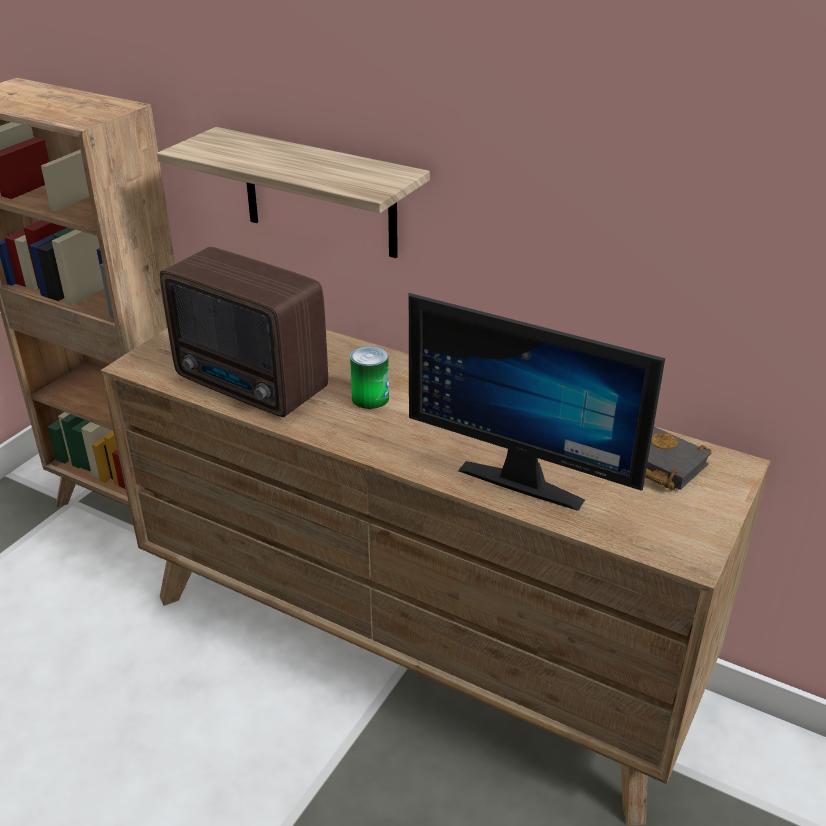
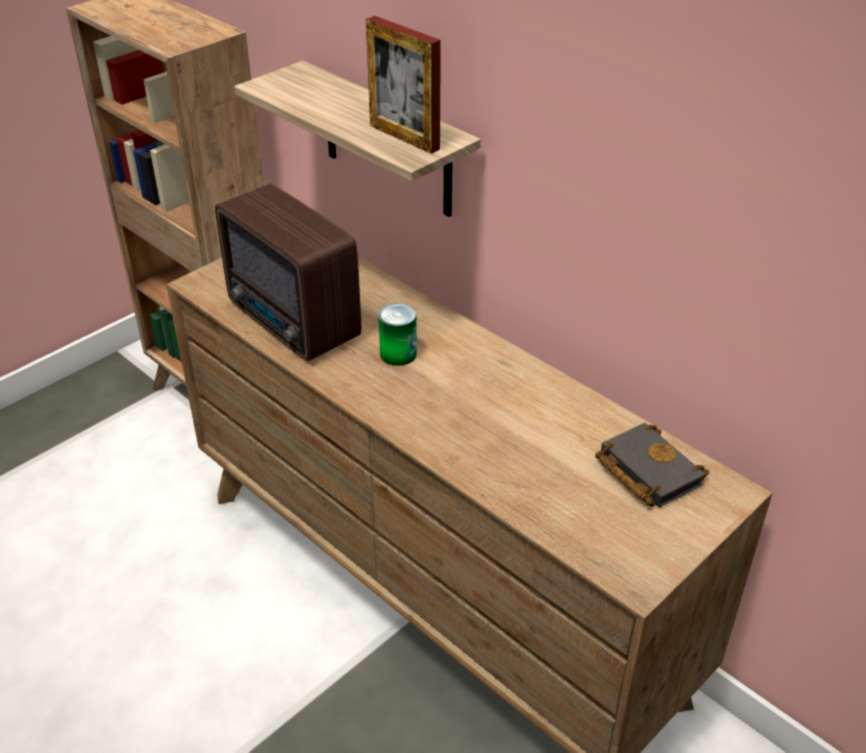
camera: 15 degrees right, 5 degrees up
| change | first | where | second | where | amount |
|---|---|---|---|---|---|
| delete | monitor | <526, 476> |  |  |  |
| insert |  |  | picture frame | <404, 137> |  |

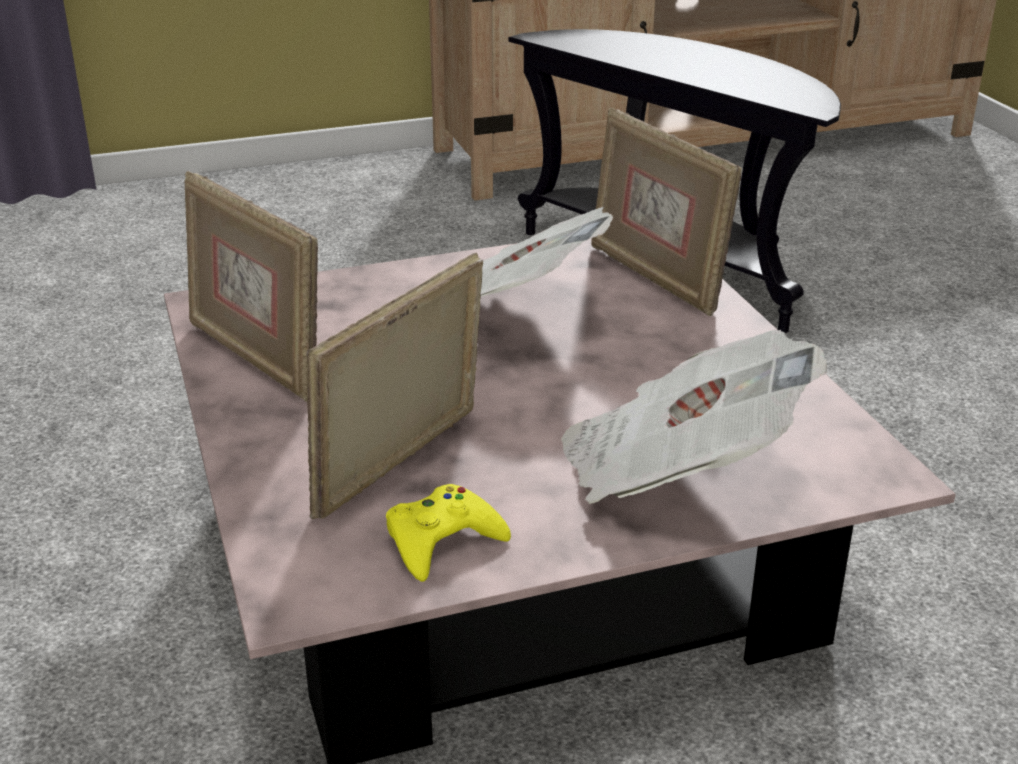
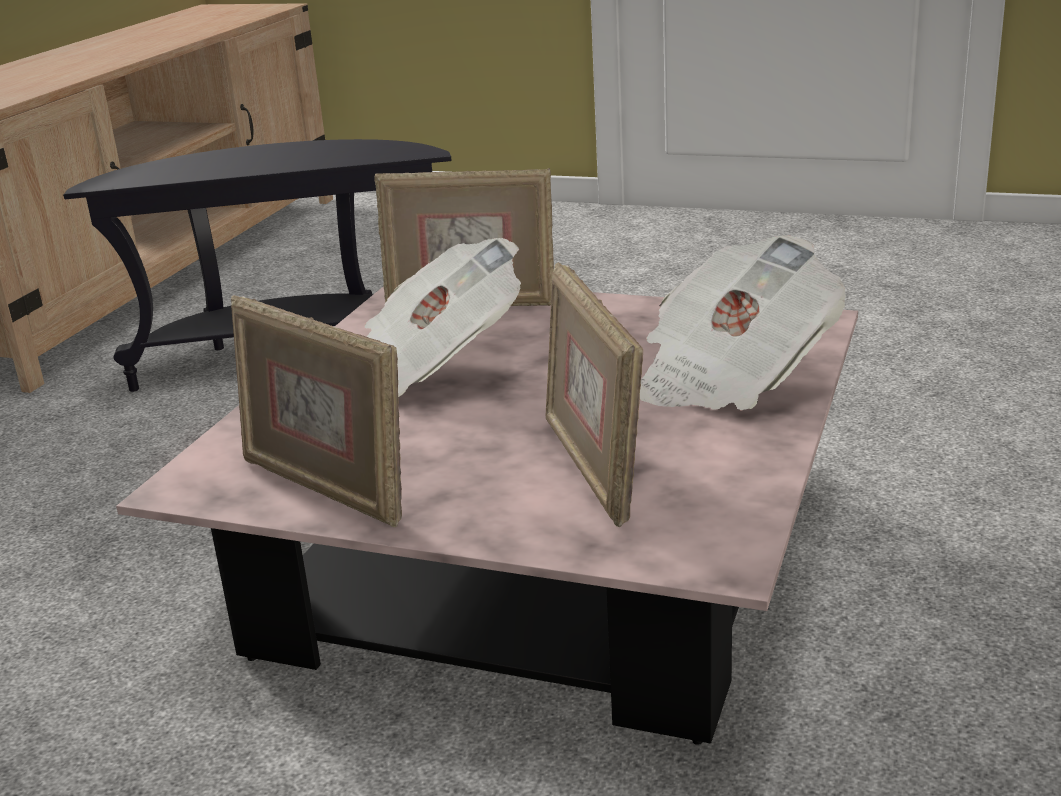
camera: 50 degrees left, 5 degrees down
| change | first | where | second | where | amount |
|---|---|---|---|---|---|
| delete | yellow game controller | <442, 541> |  |  |  |
| rotate | picture frame | <256, 358> |  | <325, 488> | 45 degrees clockwise |

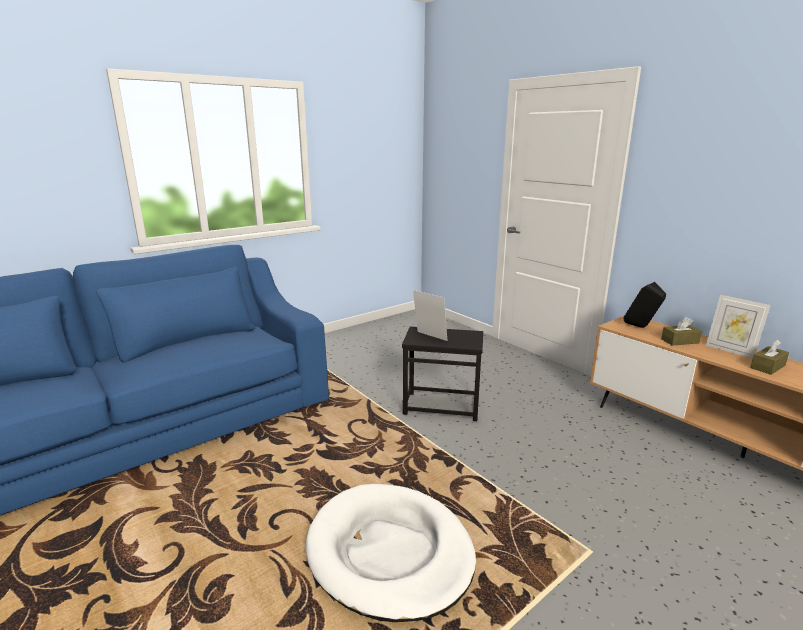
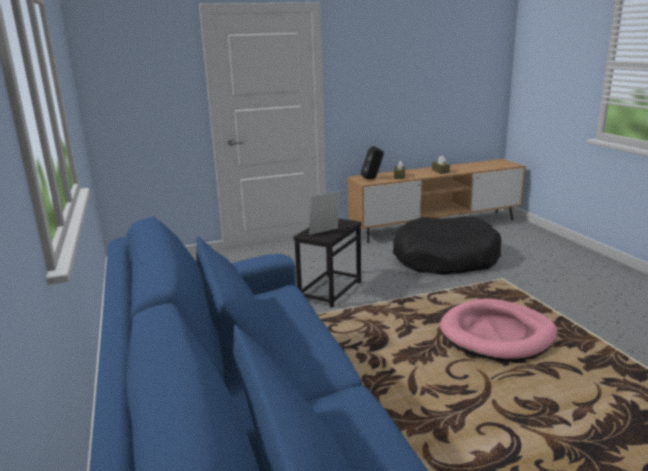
camera: 70 degrees left, 0 degrees up
| change | first | where | second | where | amount |
|---|---|---|---|---|---|
| delete | picture frame | <730, 350> |  |  |  |
| insert |  |  | black dog bed | <445, 259> |  |
| recolor | white dog bed | <389, 553> | pink dog bed | <497, 334> |  |

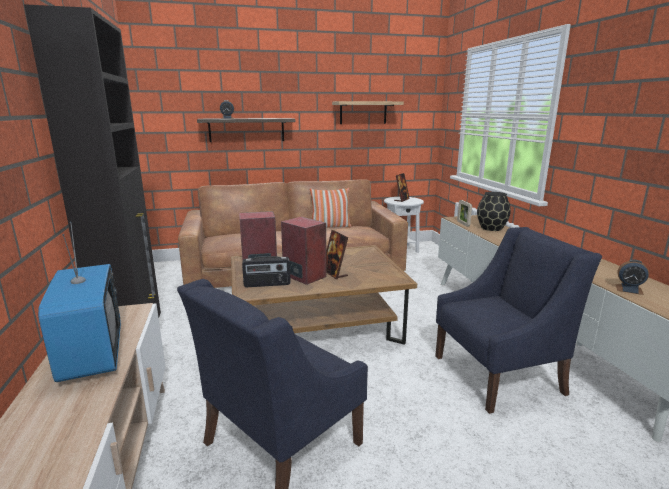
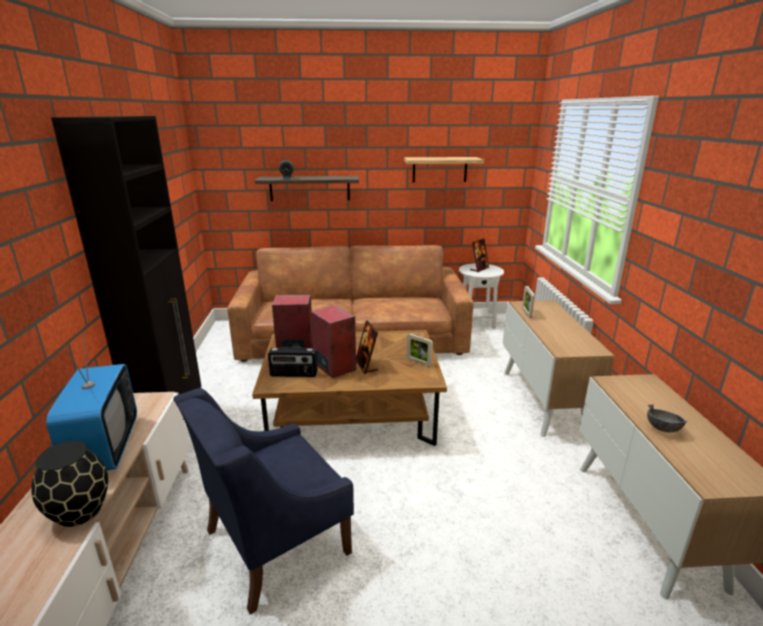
camera: 10 degrees right, 5 degrees up
| change | first | where | second | where | amount |
|---|---|---|---|---|---|
| delete | pillow | <330, 227> |  |  |  |
| delete | blue armchair | <499, 374> |  |  |  |
| insert |  |  | picture frame | <418, 362> |  |
| move | black vase | <491, 228> |  | <79, 511> |  |
| replace | alarm clock | <629, 289> | grey bowl | <662, 428> |  |

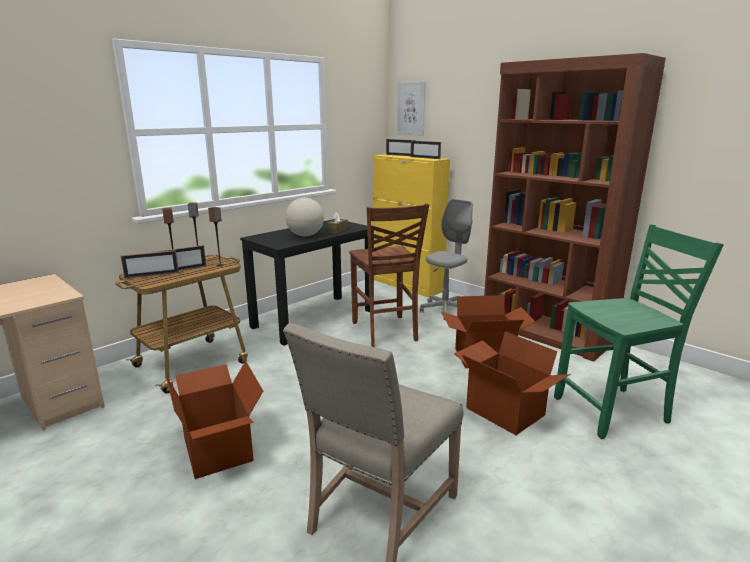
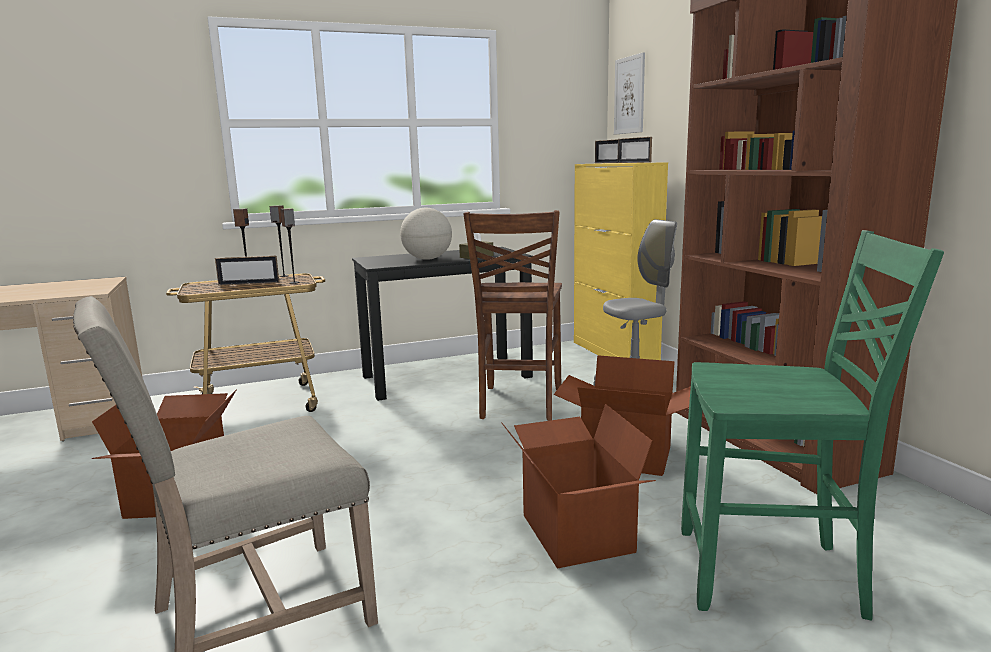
camera: 25 degrees right, 5 degrees down
| change | first | where | second | where | amount |
|---|---|---|---|---|---|
| delete | picture frame | <152, 275> |  |  |  |

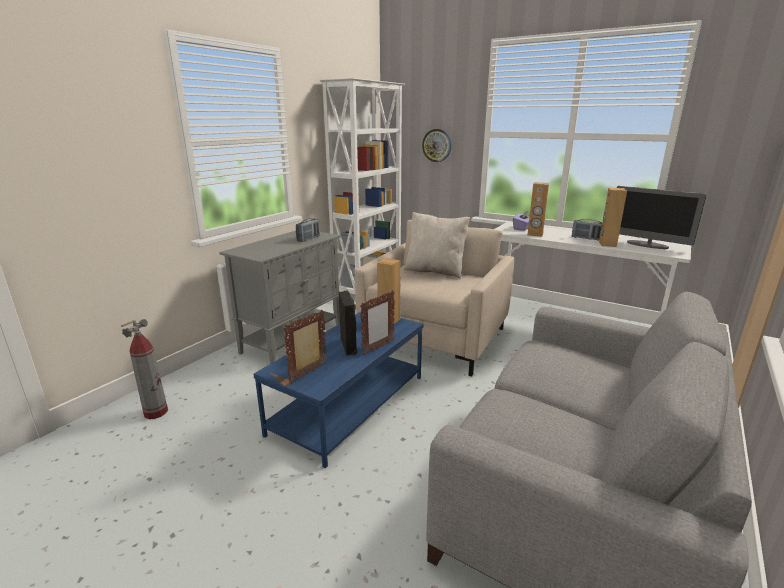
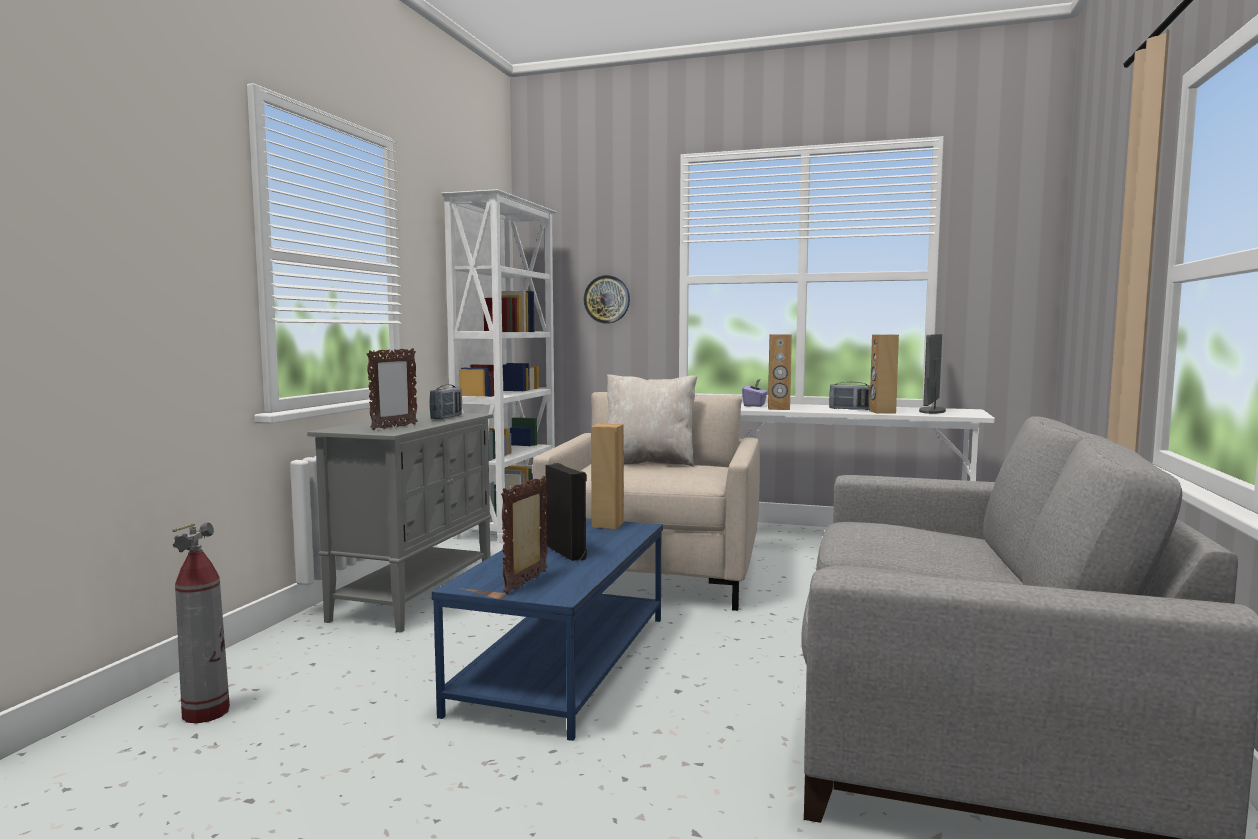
camera: 15 degrees left, 15 degrees down
| change | first | where | second | where | amount |
|---|---|---|---|---|---|
| move | picture frame | <378, 348> |  | <394, 427> |  |
| rotate | monitor | <647, 245> |  | <932, 411> | 90 degrees clockwise |

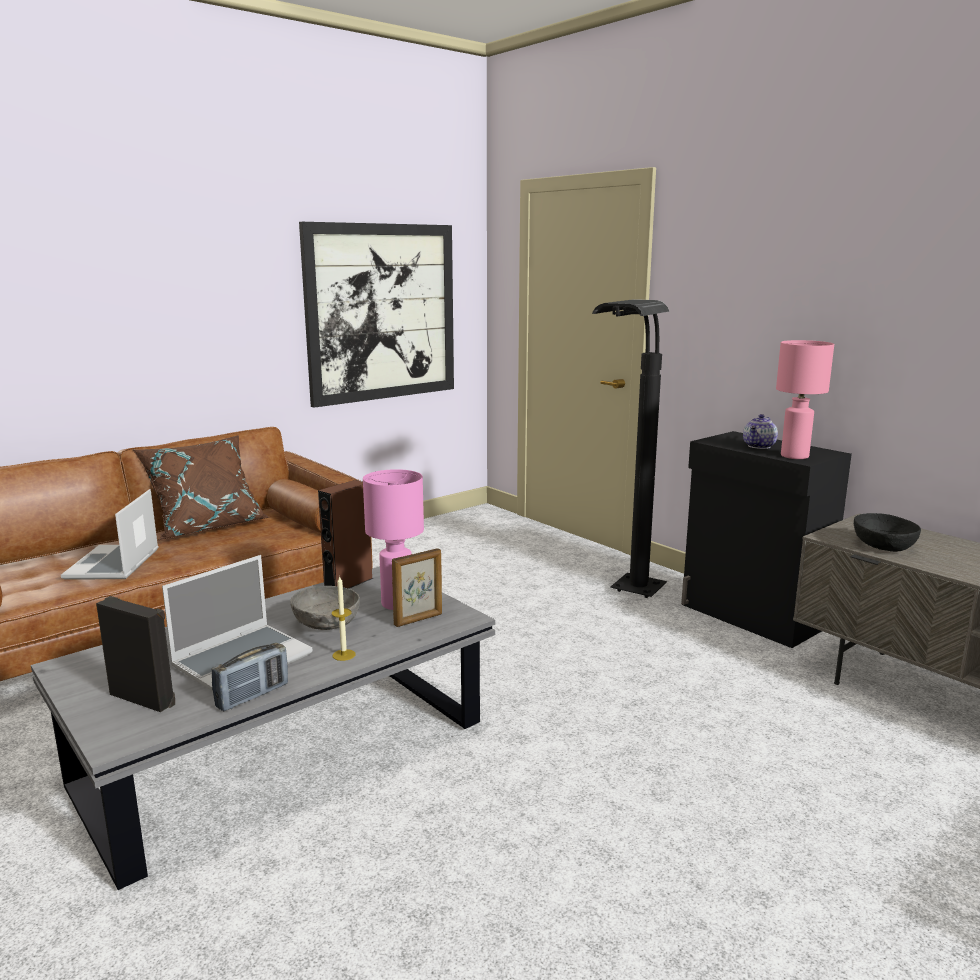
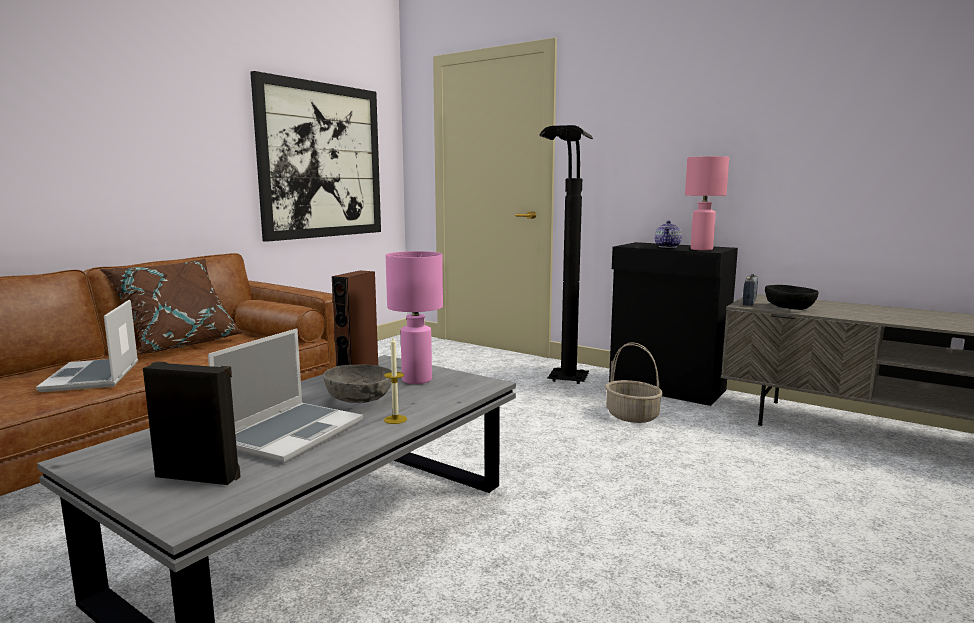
camera: 15 degrees left, 5 degrees down
| change | first | where | second | where | amount |
|---|---|---|---|---|---|
| delete | picture frame | <419, 620> |  |  |  |
| insert |  |  | basket | <633, 416> |  |
| move | radio | <252, 696> |  | <749, 303> |  |

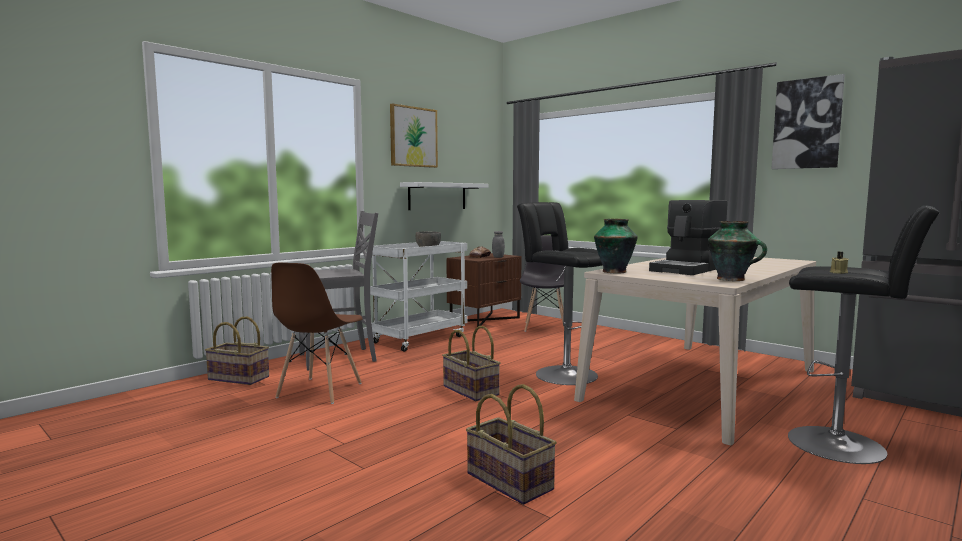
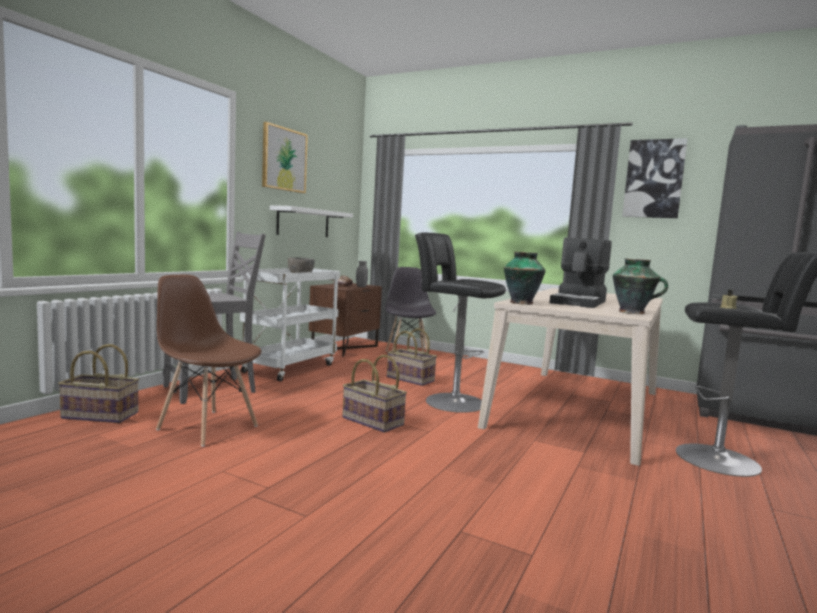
camera: 15 degrees left, 0 degrees up
| change | first | where | second | where | amount |
|---|---|---|---|---|---|
| move | basket | <511, 481> |  | <411, 379> |  |
| rotate | brown chair | <319, 391> |  | <207, 427> | 120 degrees clockwise |

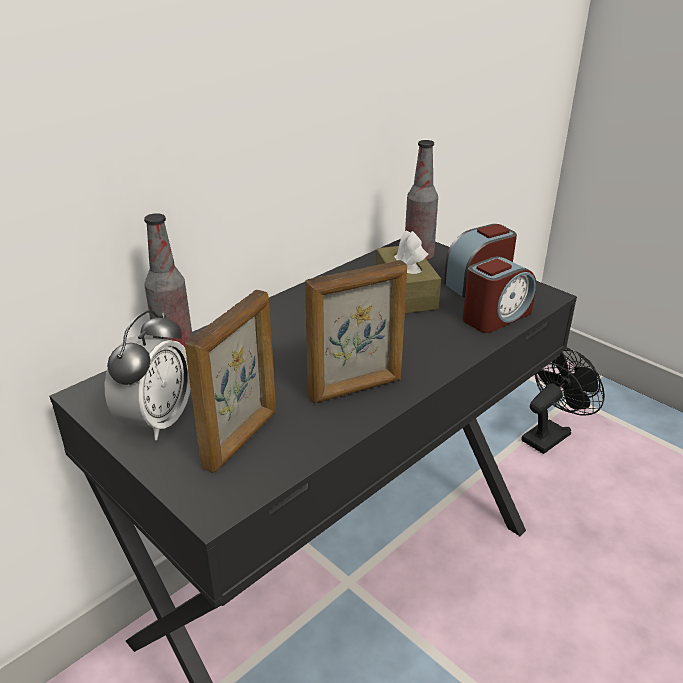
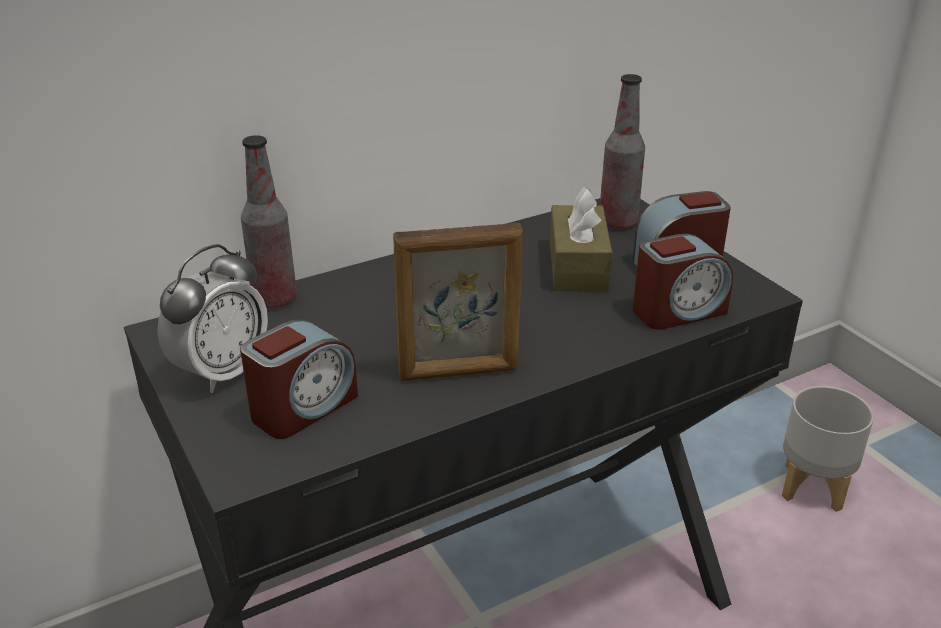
camera: 15 degrees right, 0 degrees up
| change | first | where | second | where | amount |
|---|---|---|---|---|---|
| replace | picture frame | <242, 439> | alarm clock | <303, 407> |  |
| replace | black fan | <550, 434> | grey planter | <811, 487> |  |

